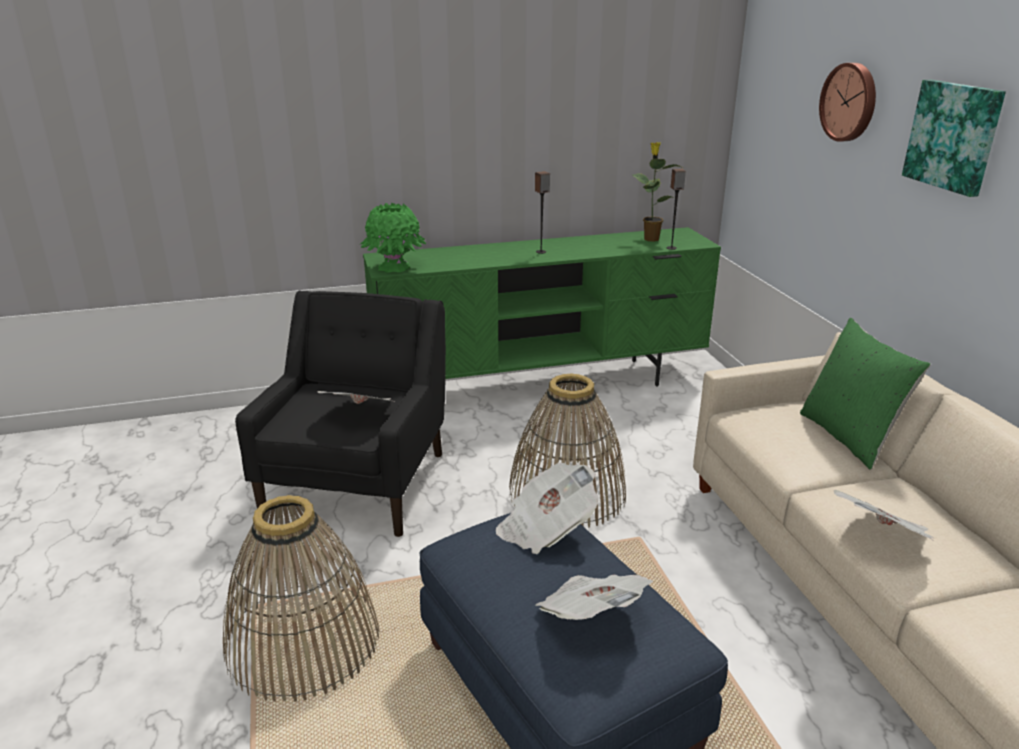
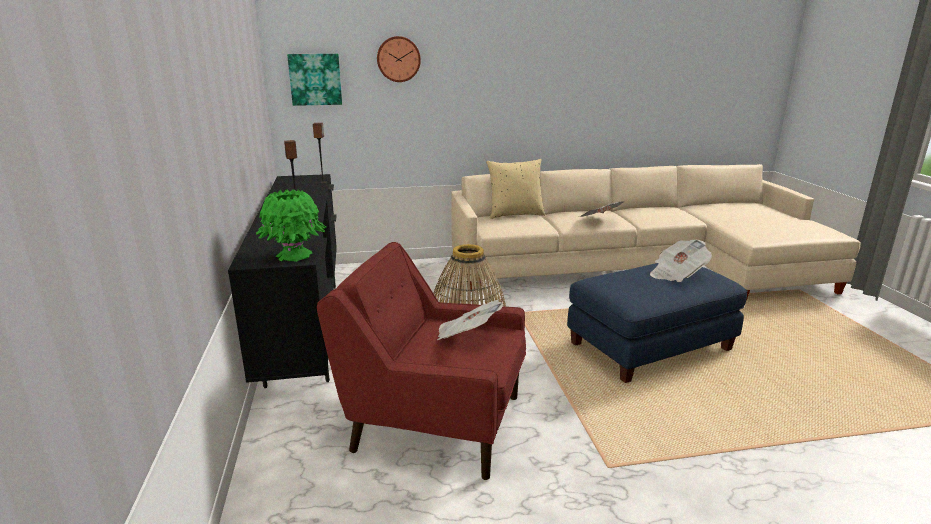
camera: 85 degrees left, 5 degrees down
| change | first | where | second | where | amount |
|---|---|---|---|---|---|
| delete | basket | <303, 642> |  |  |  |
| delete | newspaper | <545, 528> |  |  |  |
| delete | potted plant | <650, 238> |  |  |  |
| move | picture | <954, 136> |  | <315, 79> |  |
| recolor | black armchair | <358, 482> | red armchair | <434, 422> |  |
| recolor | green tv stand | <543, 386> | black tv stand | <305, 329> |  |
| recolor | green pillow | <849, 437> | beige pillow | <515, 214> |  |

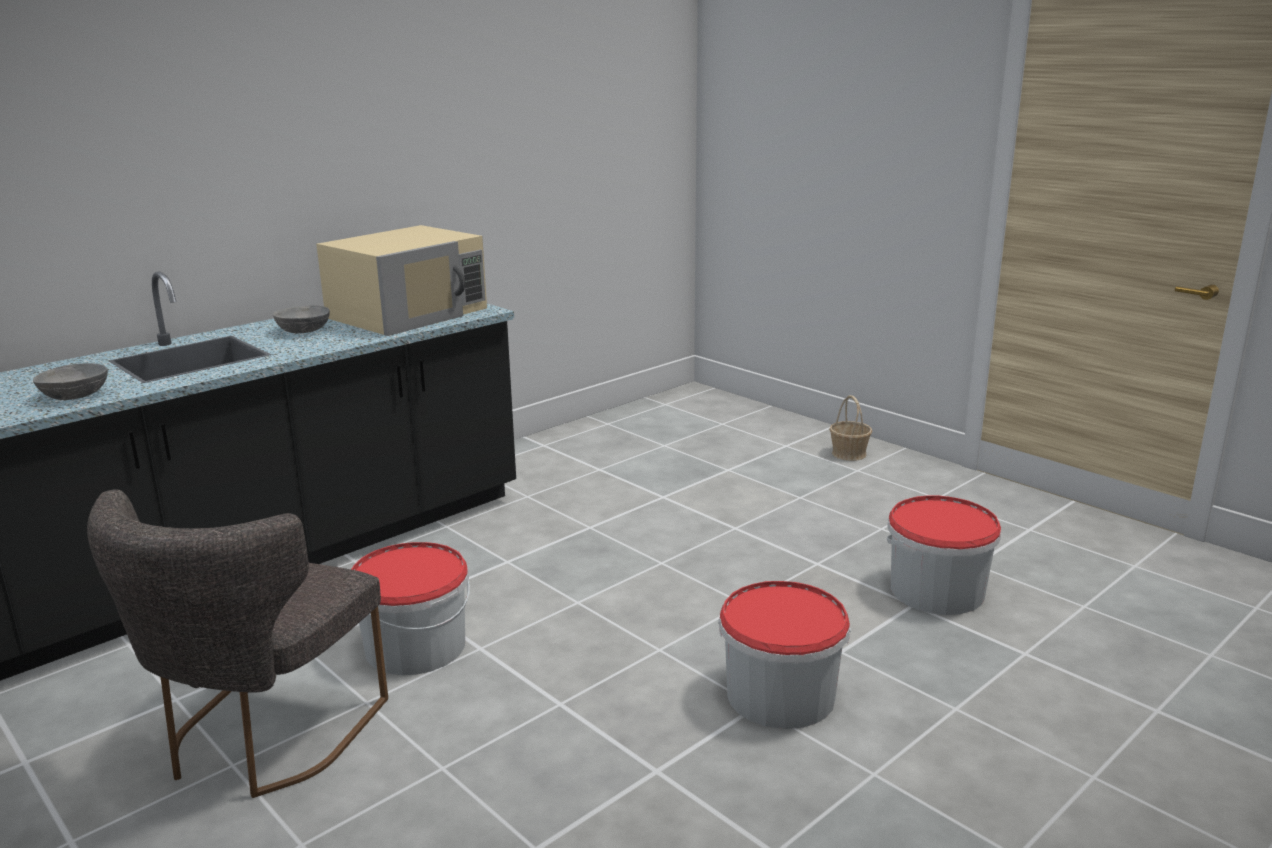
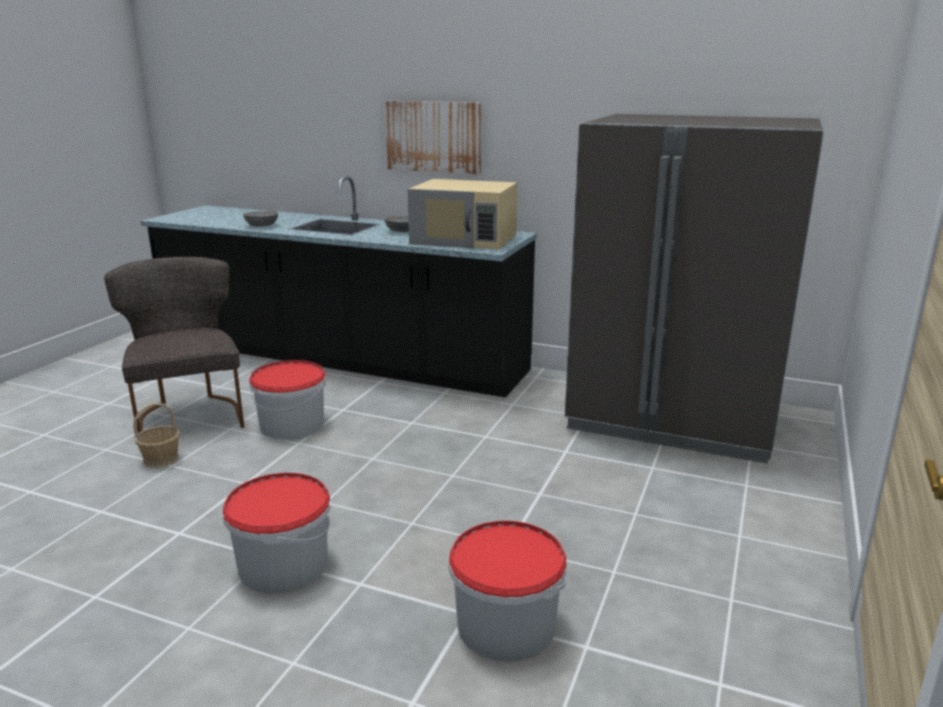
camera: 65 degrees right, 0 degrees up
| change | first | where | second | where | amount |
|---|---|---|---|---|---|
| insert |  |  | picture | <433, 136> |  |
| insert |  |  | grey fridge | <673, 418> |  |
| move | basket | <849, 454> |  | <161, 459> |  |
| rotate | grey chair | <262, 740> |  | <189, 415> | 75 degrees clockwise |

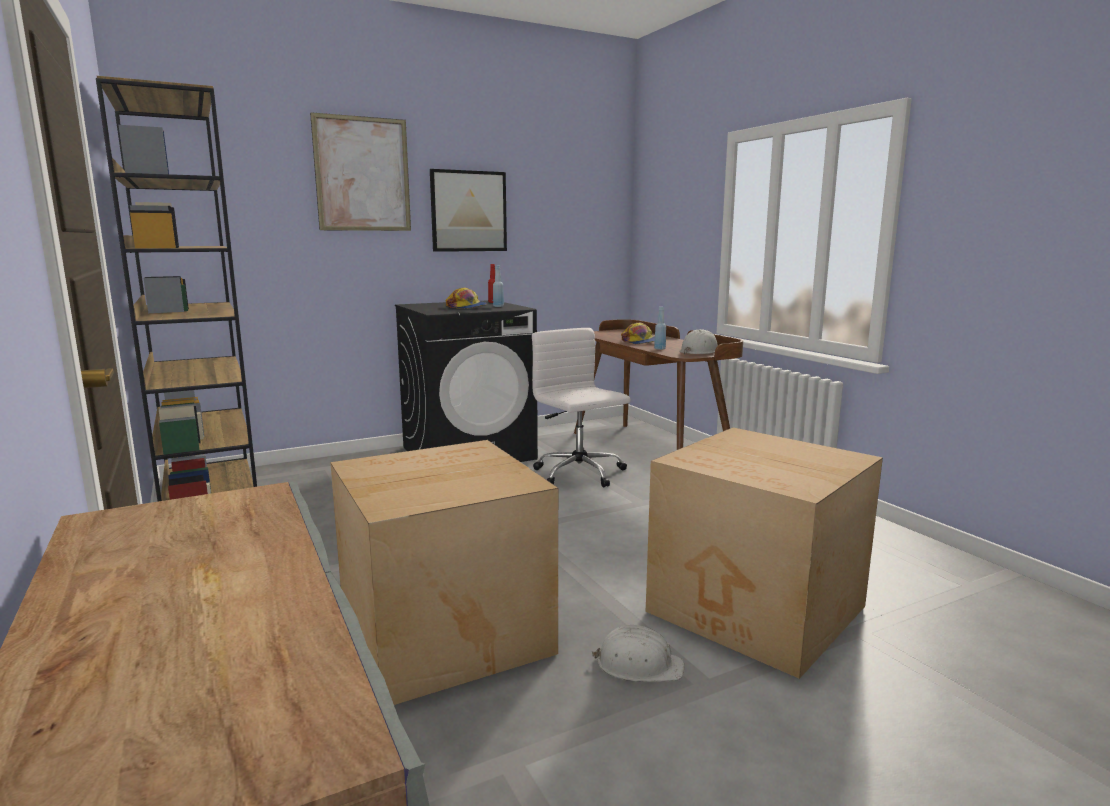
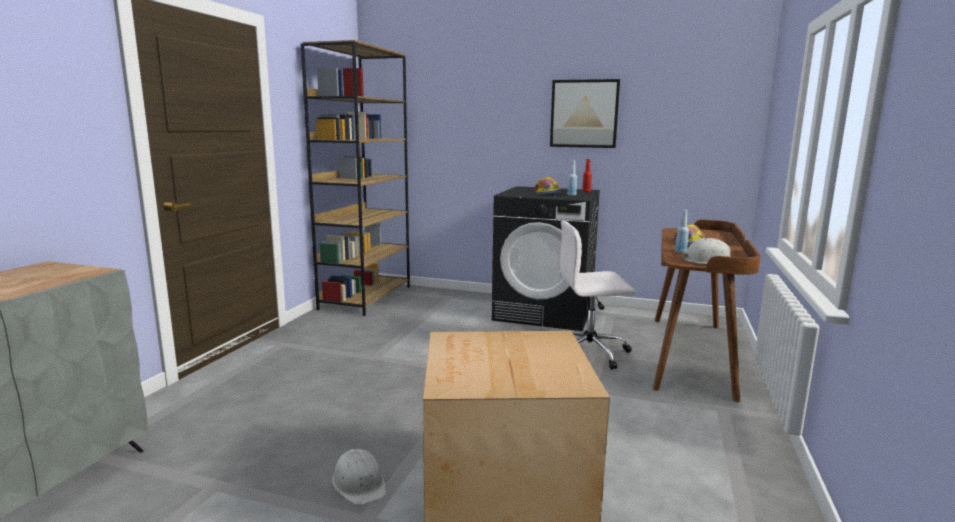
camera: 45 degrees right, 0 degrees up
| change | first | where | second | where | amount |
|---|---|---|---|---|---|
| delete | picture | <362, 174> |  |  |  |
| delete | cardboard box | <441, 632> |  |  |  |
| rotate | white office chair | <580, 474> |  | <590, 352> | 105 degrees counterclockwise |

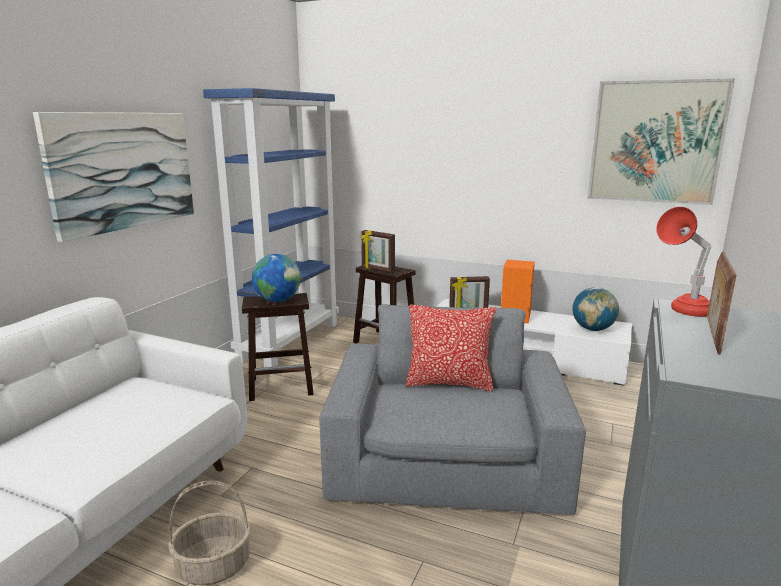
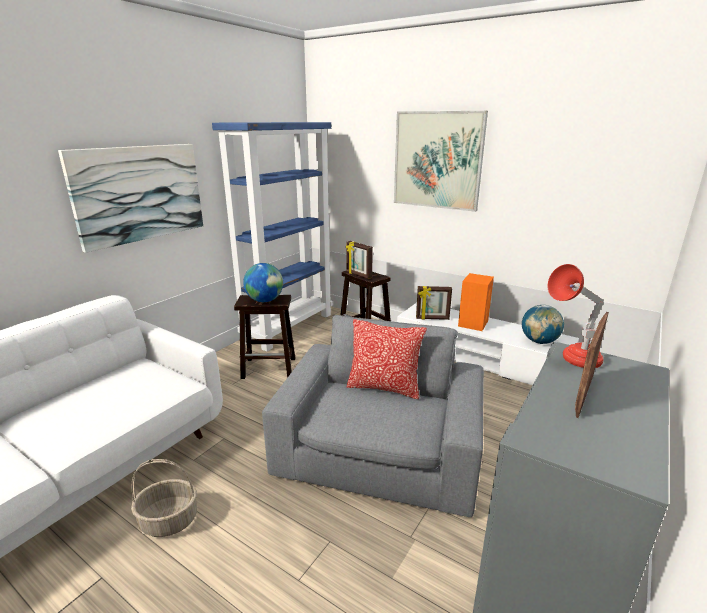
camera: 10 degrees right, 5 degrees up
| change | first | where | second | where | amount |
|---|---|---|---|---|---|
| move | picture | <655, 142> |  | <437, 160> |  |

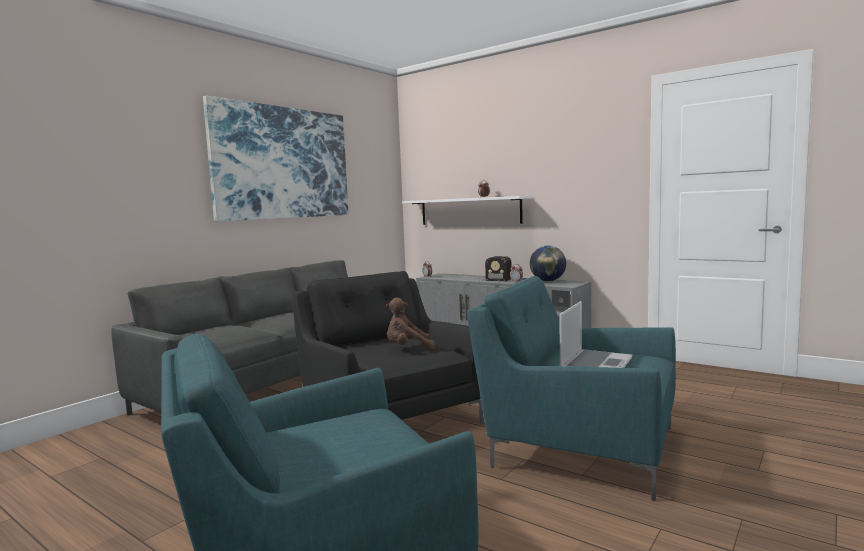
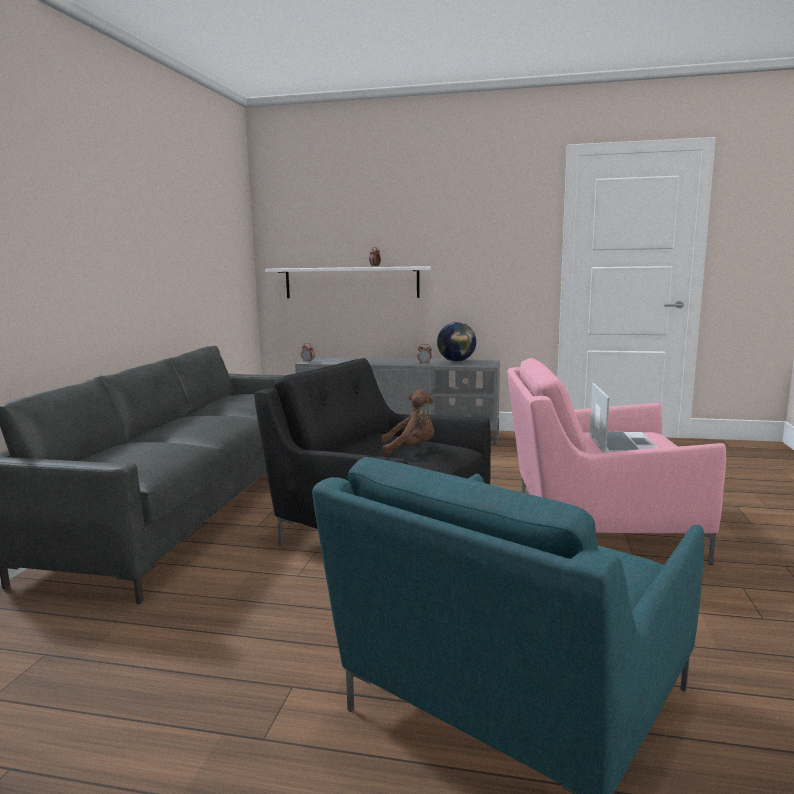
camera: 25 degrees left, 5 degrees up
| change | first | where | second | where | amount |
|---|---|---|---|---|---|
| delete | picture | <283, 163> |  |  |  |
| delete | radio | <491, 279> |  |  |  |
| recolor | turquoise armchair | <577, 444> | pink armchair | <595, 526> |  |
| rotate | brown plush toy | <408, 348> |  | <410, 449> | 150 degrees counterclockwise |

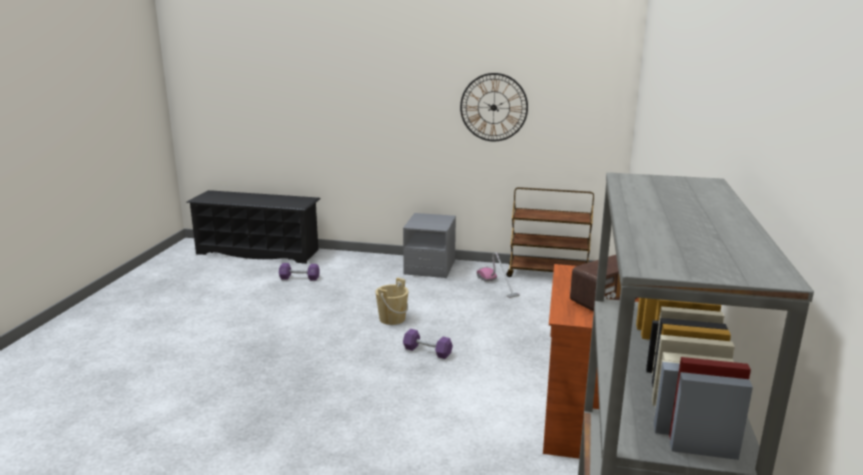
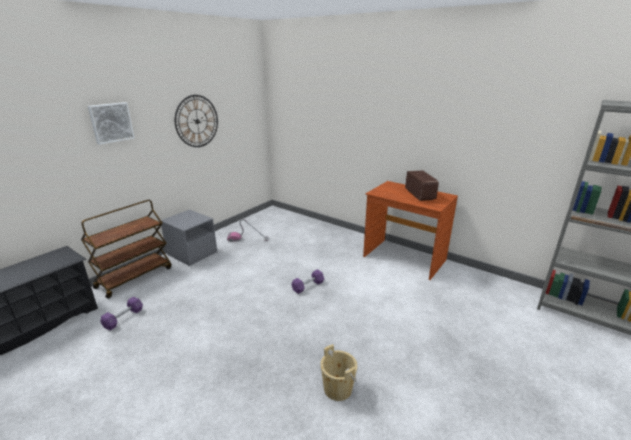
camera: 65 degrees left, 5 degrees up
| change | first | where | second | where | amount |
|---|---|---|---|---|---|
| insert |  |  | picture | <111, 122> |  |
| move | beige bucket | <392, 319> |  | <338, 388> |  |
| move | brown cart | <548, 274> |  | <135, 277> |  |

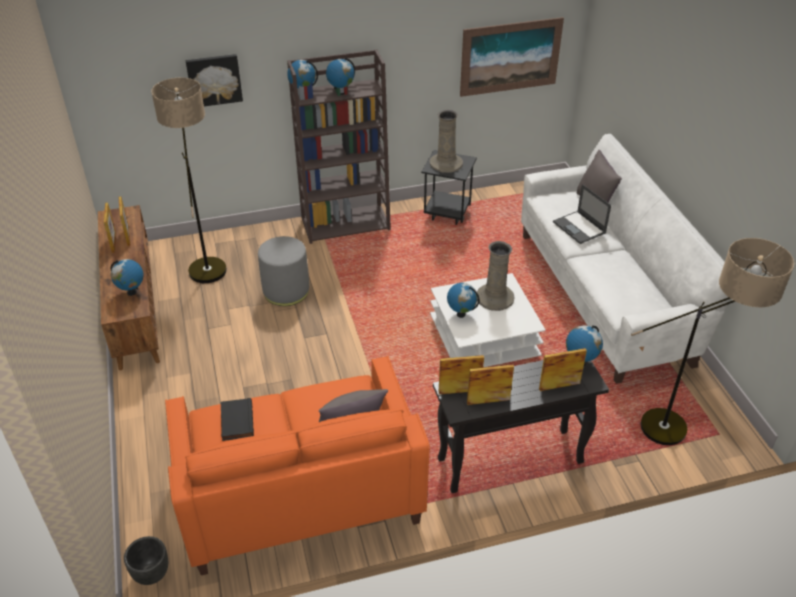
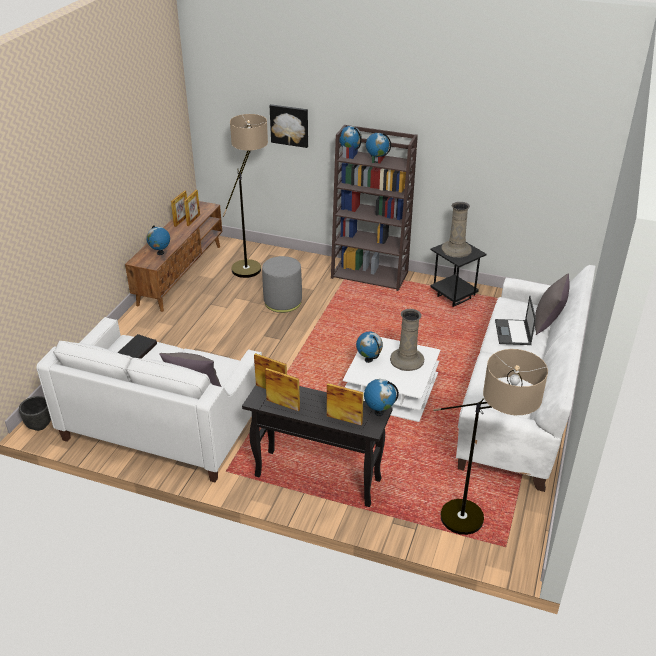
camera: 35 degrees right, 5 degrees down
| change | first | where | second | where | amount |
|---|---|---|---|---|---|
| delete | picture | <510, 57> |  |  |  |
| recolor | orange sofa | <299, 492> | white sofa | <163, 425> |  |

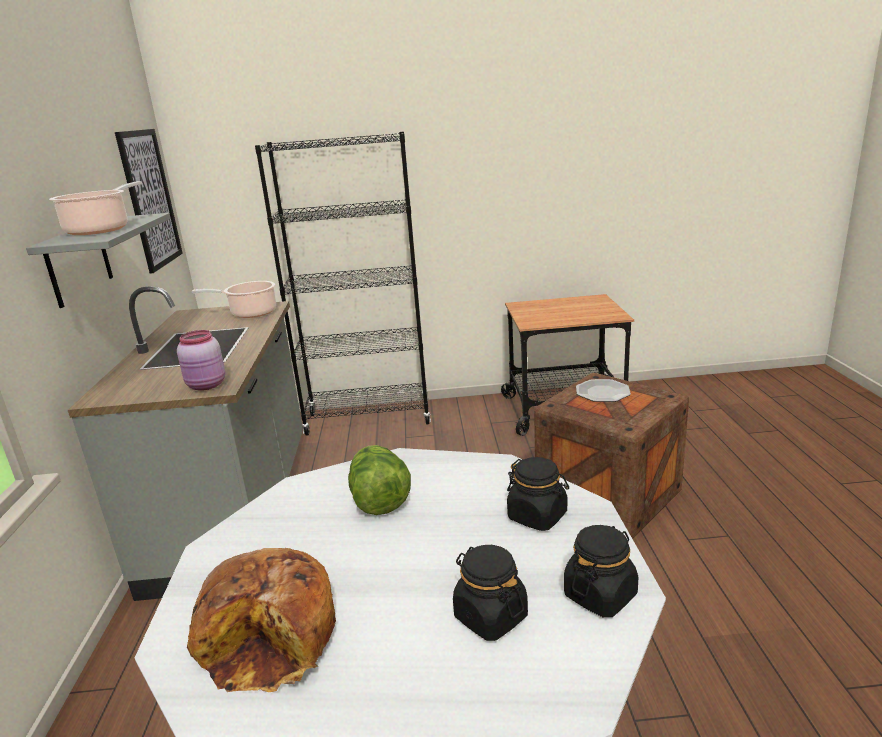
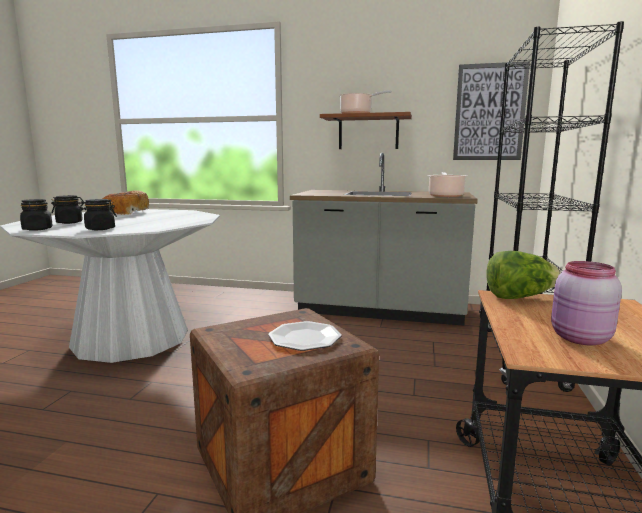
camera: 105 degrees right, 10 degrees down
| change | first | where | second | where | amount |
|---|---|---|---|---|---|
| move | pink jar | <207, 385> |  | <579, 338> |  |
| move | lettuce | <379, 500> |  | <518, 297> |  |
| recolor | grey shelf | <79, 261> | brown shelf | <368, 132> |  |

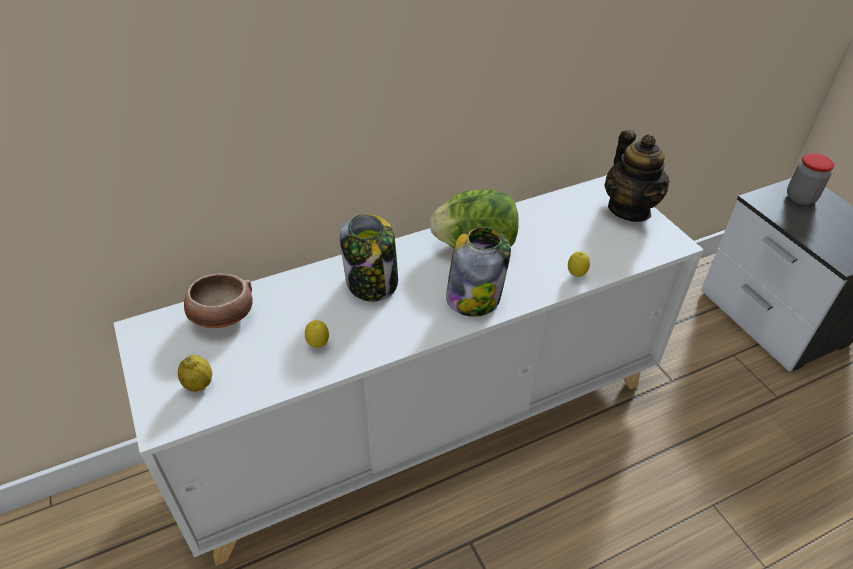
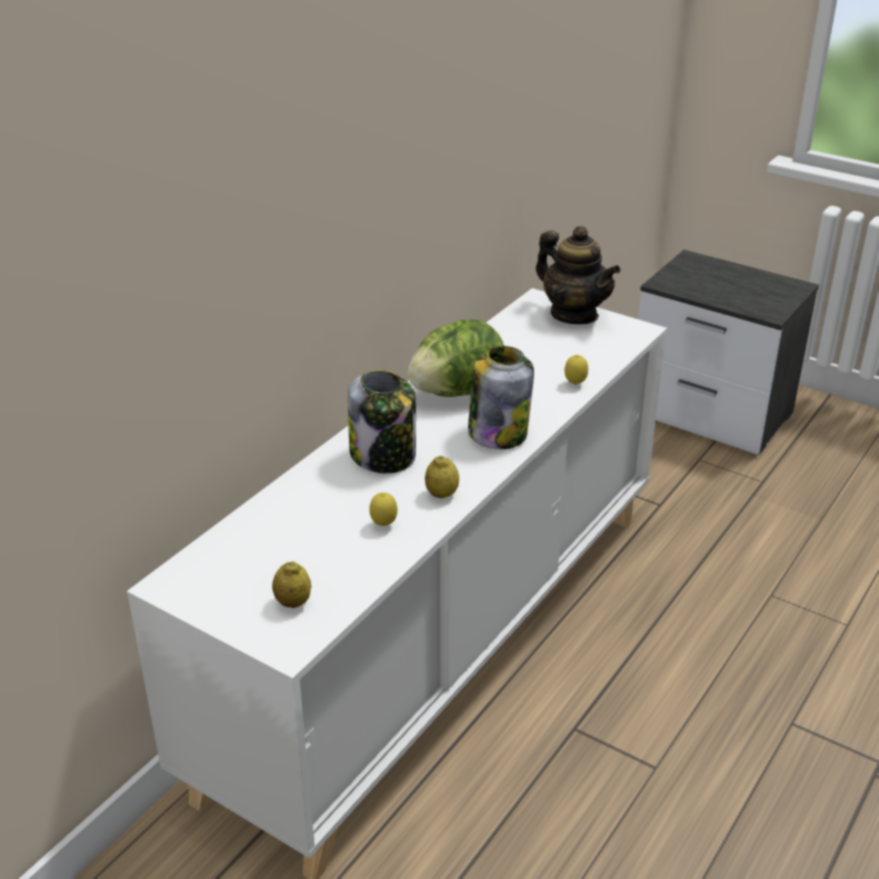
camera: 30 degrees left, 10 degrees down
| change | first | where | second | where | amount |
|---|---|---|---|---|---|
| delete | bowl | <221, 317> |  |  |  |
| delete | jar | <800, 198> |  |  |  |
| insert |  |  | lemon | <442, 494> |  |

